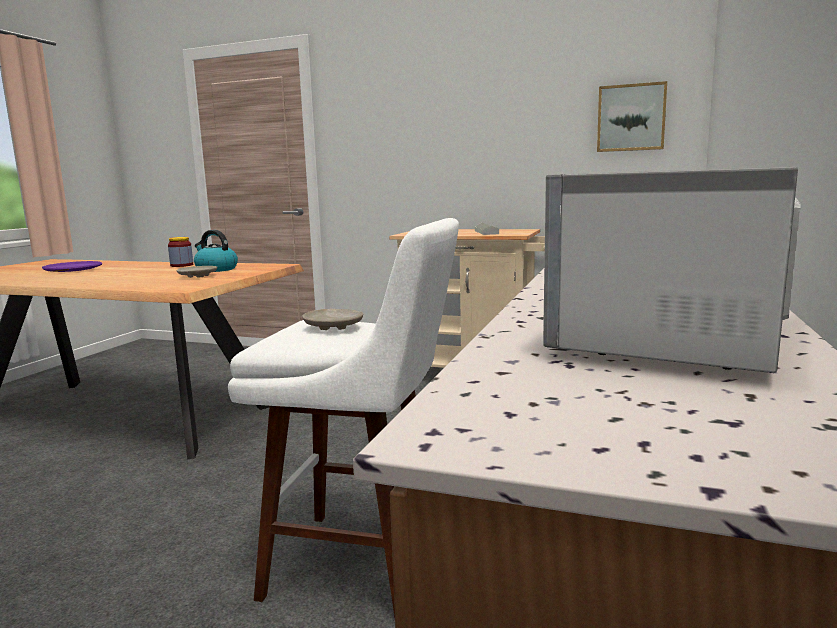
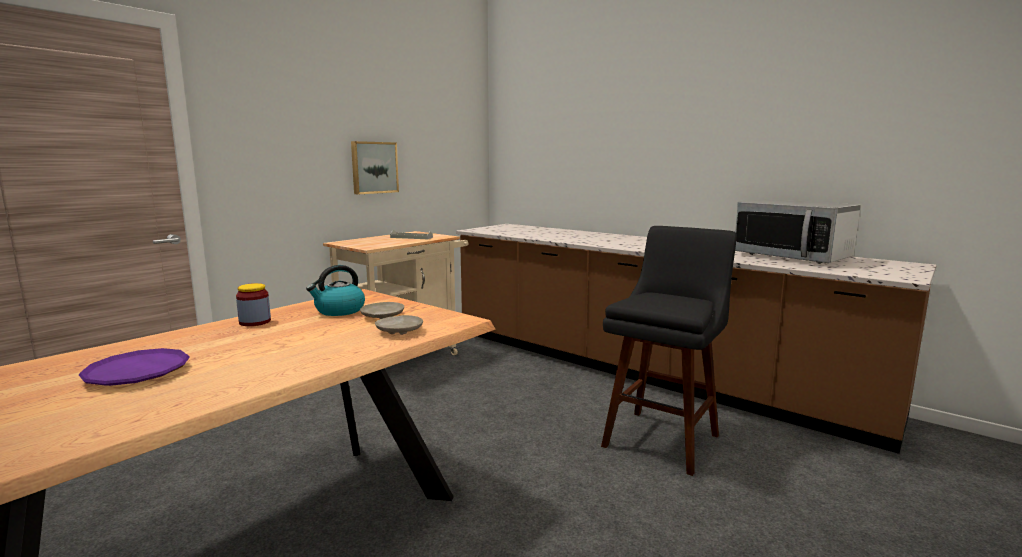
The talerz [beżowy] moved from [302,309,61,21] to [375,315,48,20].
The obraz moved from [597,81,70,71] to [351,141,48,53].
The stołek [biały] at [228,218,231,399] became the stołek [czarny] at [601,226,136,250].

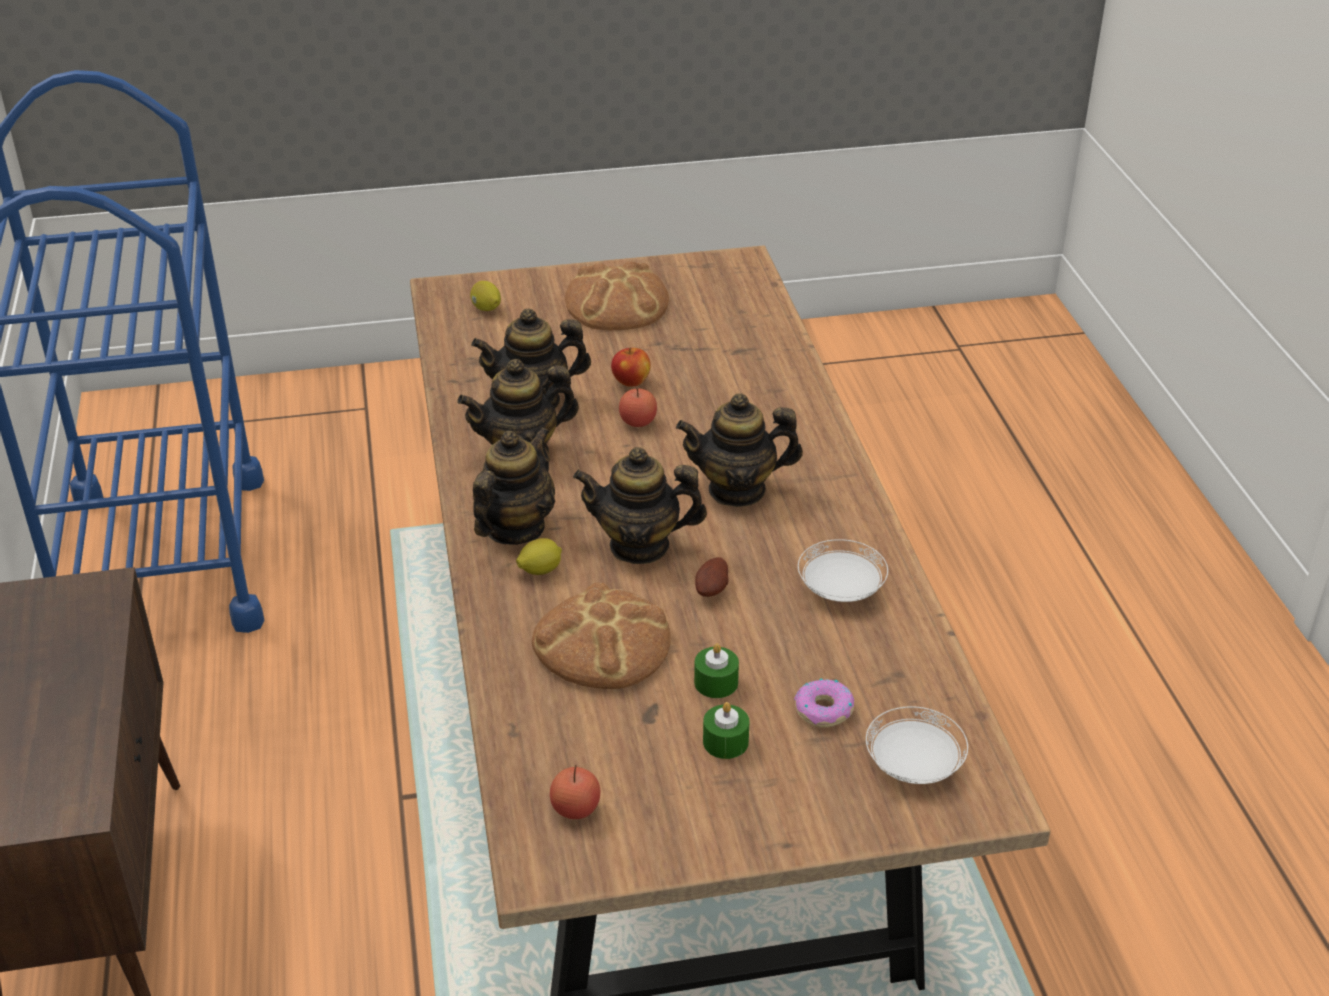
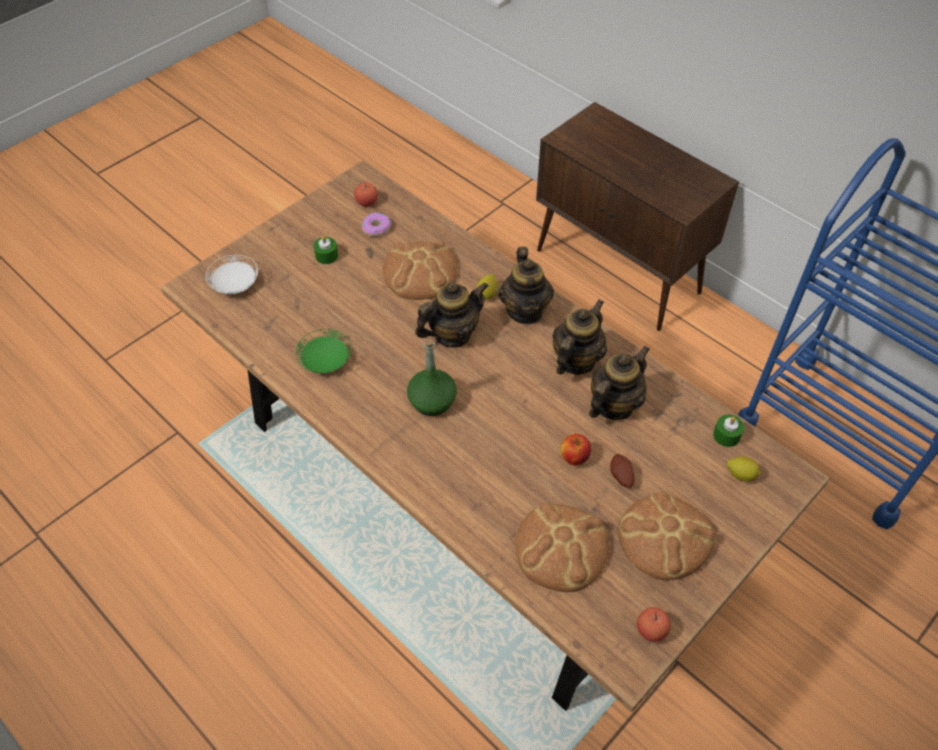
The chleb at [515,502,95,90] appeared.
The jabłko moved from [619,388,38,39] to [637,607,34,35].
The świeca [zielony] moved from [694,643,45,55] to [713,415,31,32].
The ziemniak moved from [695,557,34,40] to [610,454,25,34].
The donut moved from [794,678,60,50] to [362,213,29,24].
The imbryk at [676,393,127,114] was replaced by the butelka [zielony] at [407,339,50,77].
The talerz [biały] at [798,539,90,63] became the talerz [zielony] at [296,329,55,44].

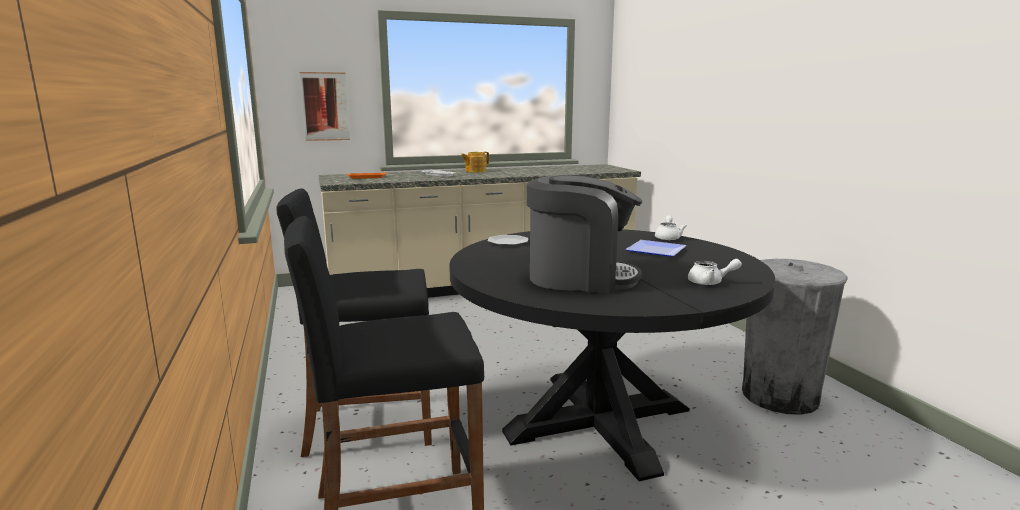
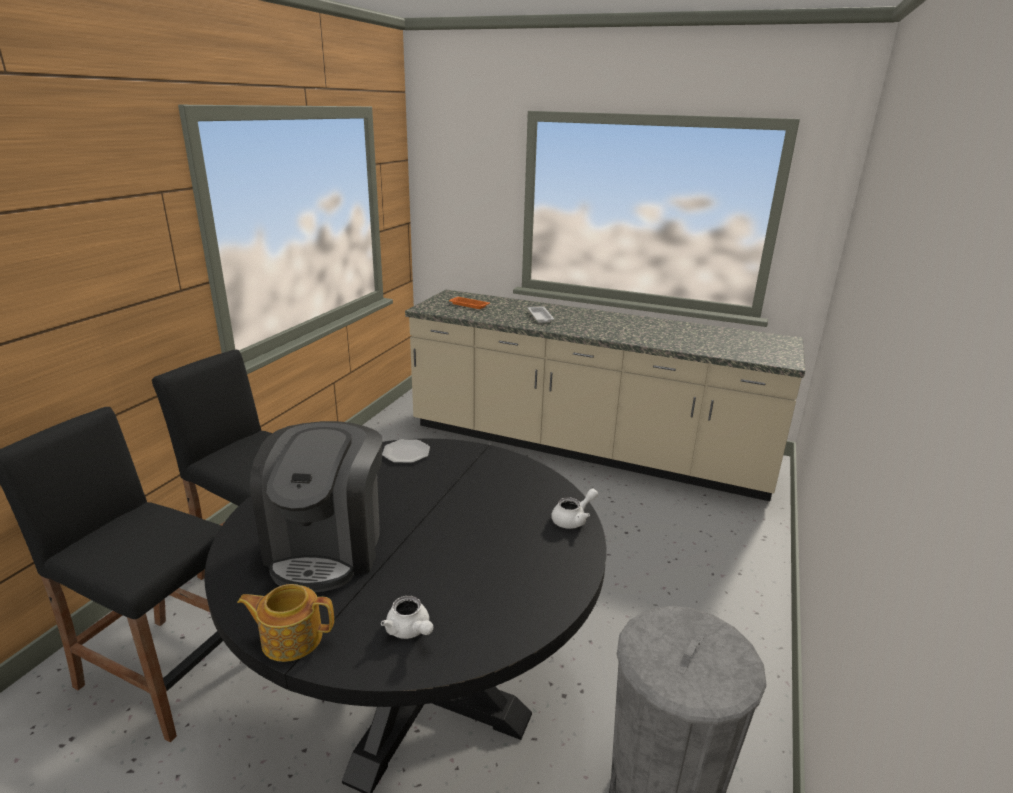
The obraz at [300,72,50,69] disappeared.
The talerz at [625,240,62,17] disappeared.
The imbryk moved from [461,152,28,20] to [237,584,97,78].
The ekspres do kawy at [527,175,115,118] turned 45 degrees clockwise.

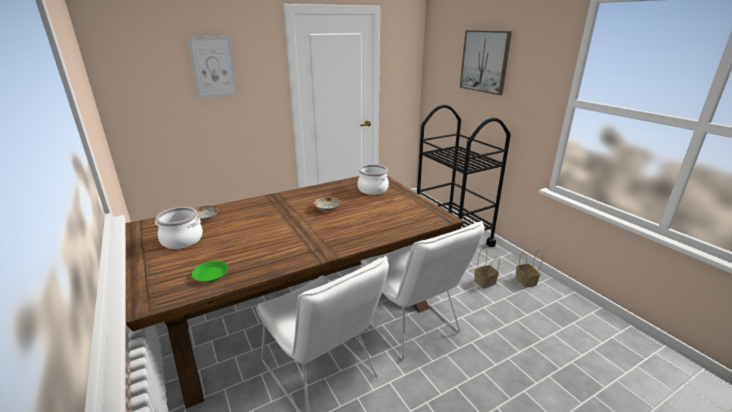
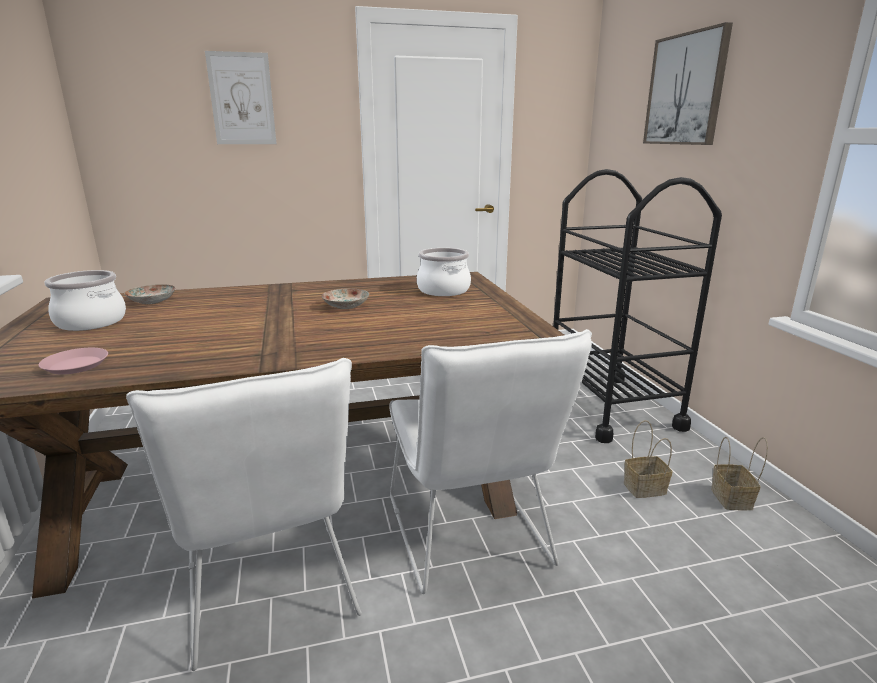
The talerz [zielony] at [192,261,36,21] became the talerz [różowy] at [39,348,69,27].

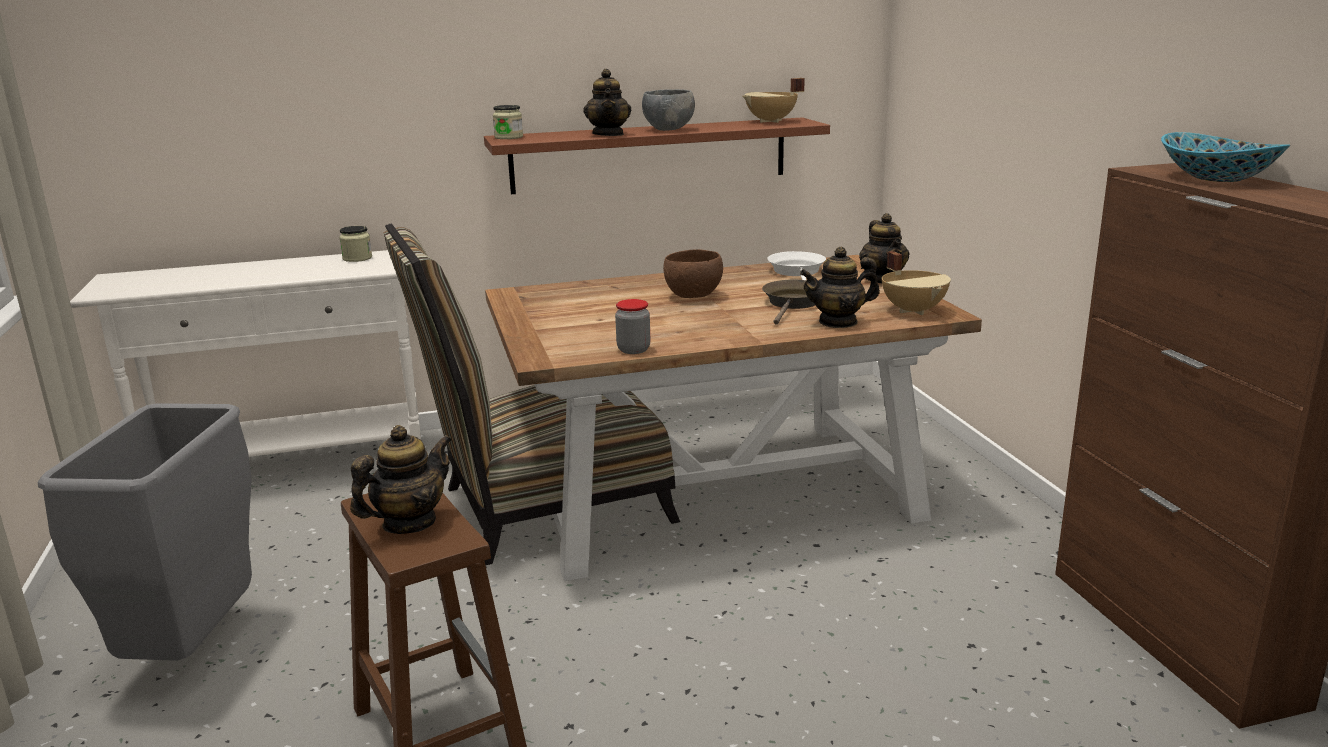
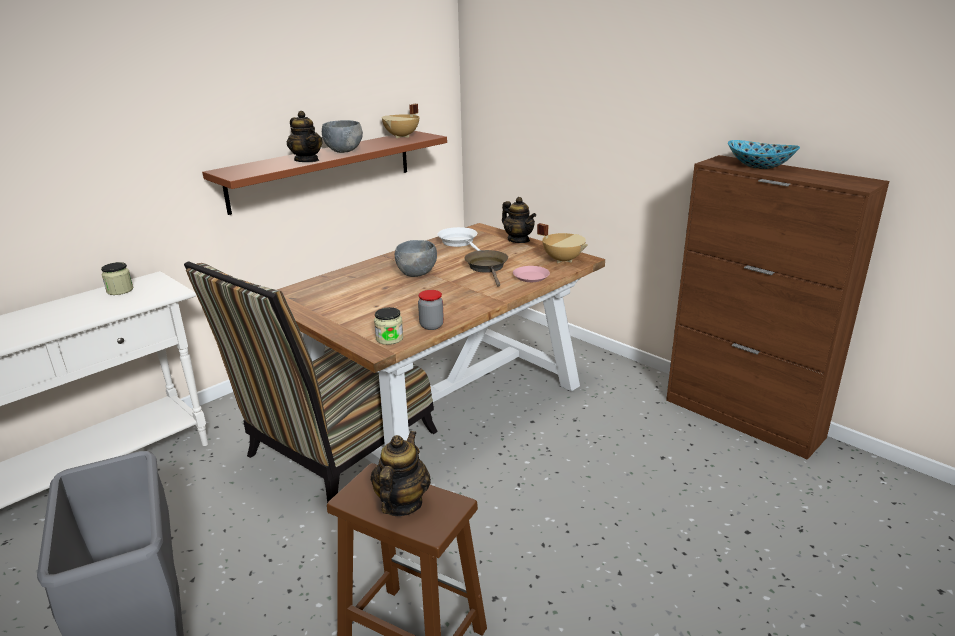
The słoik moved from [493,105,30,34] to [374,307,29,38].
The imbryk at [800,247,80,81] was replaced by the talerz [różowy] at [513,266,37,16].
The miska [brązowy] at [663,249,60,49] became the miska [szary] at [395,240,42,37].

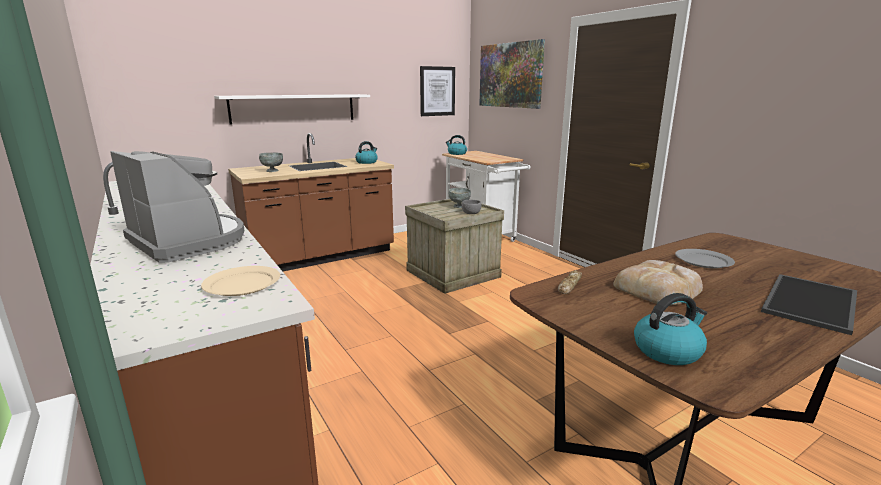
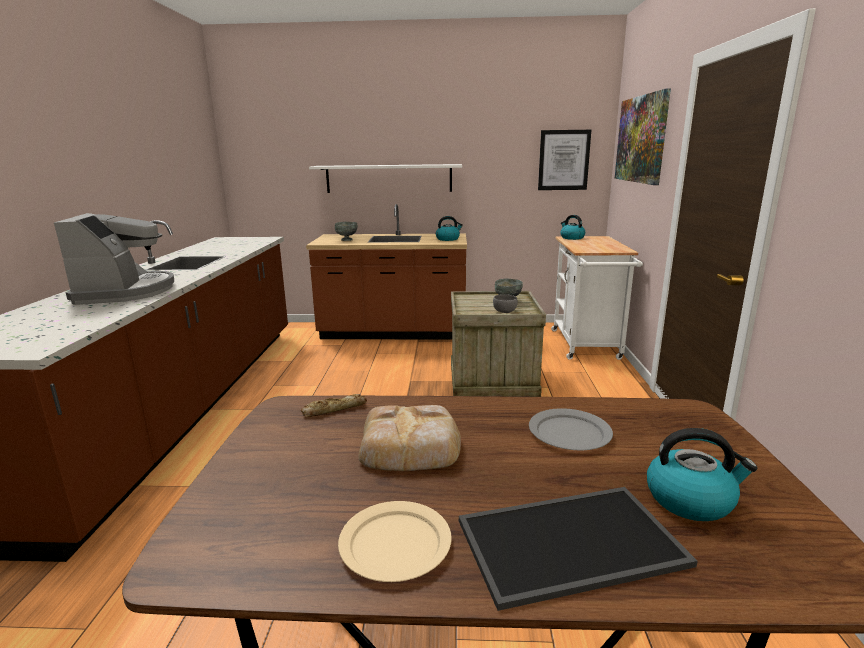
The talerz [beżowy] moved from [201,266,79,30] to [338,501,114,81].
The czajnik moved from [634,293,73,72] to [647,428,110,93].

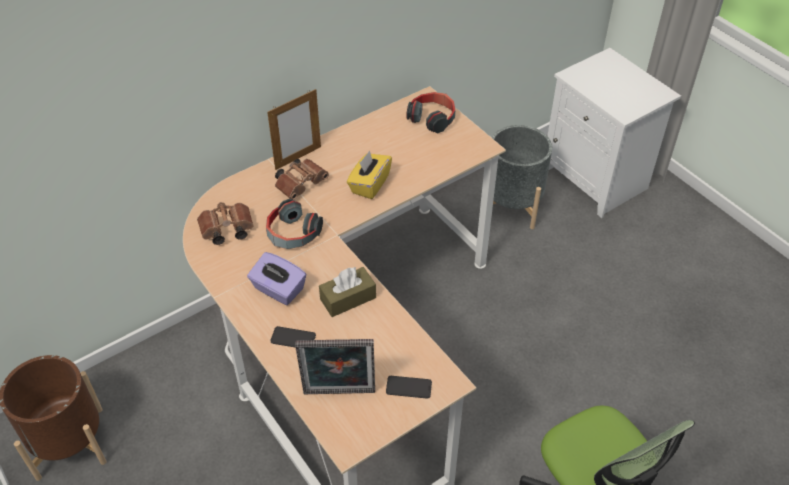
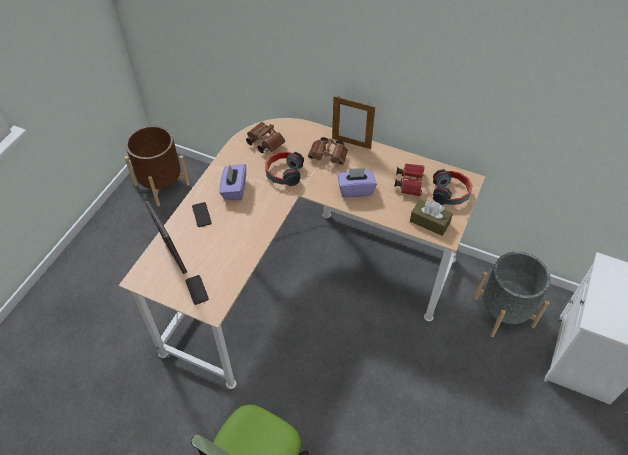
The lornetka [czerwony] at [394,163,32,33] appeared.
The pudełko chusteczek [brązowy] moved from [319,267,57,50] to [410,199,43,37].
The pudełko chusteczek [żółty] at [347,150,45,49] became the pudełko chusteczek [fioletowy] at [338,168,39,30].

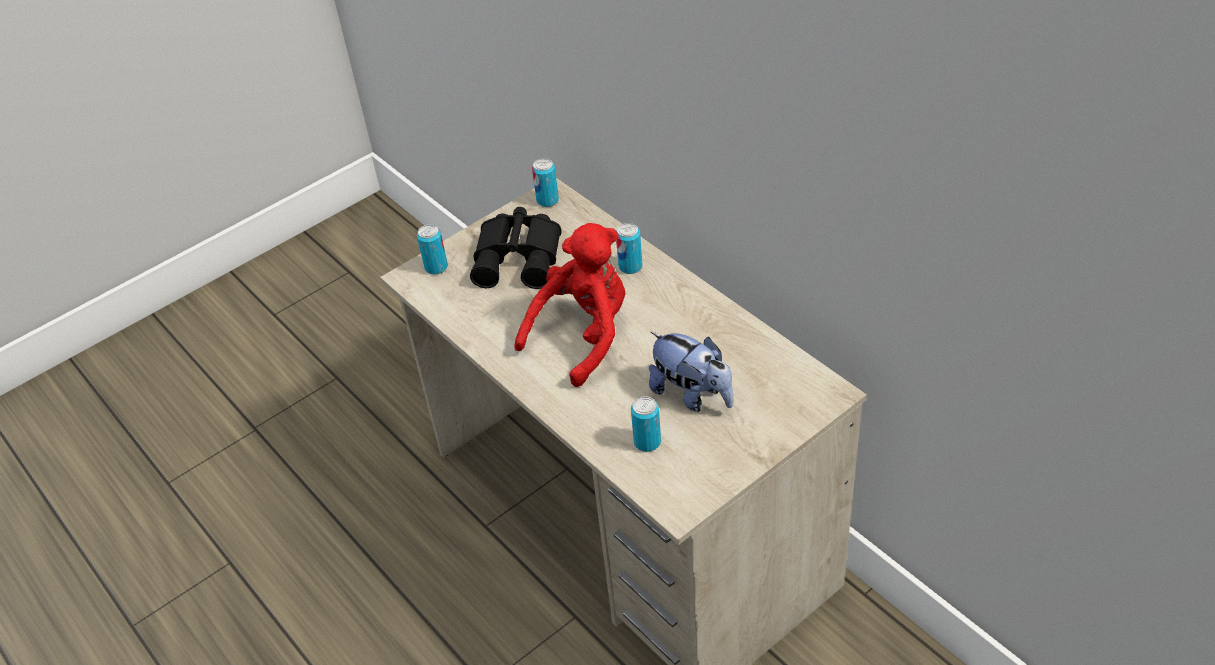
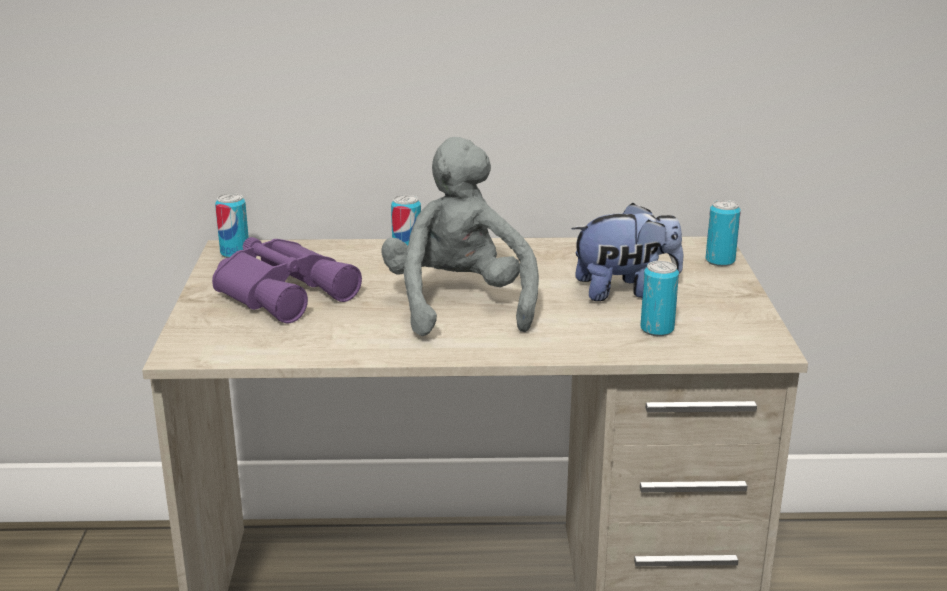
The puszka moved from [417,224,31,51] to [705,200,36,66].
The lornetka [czarny] at [470,207,91,82] became the lornetka [fioletowy] at [212,237,150,87].
The pluszak [czerwony] at [514,223,111,164] became the pluszak [szary] at [381,137,158,199].

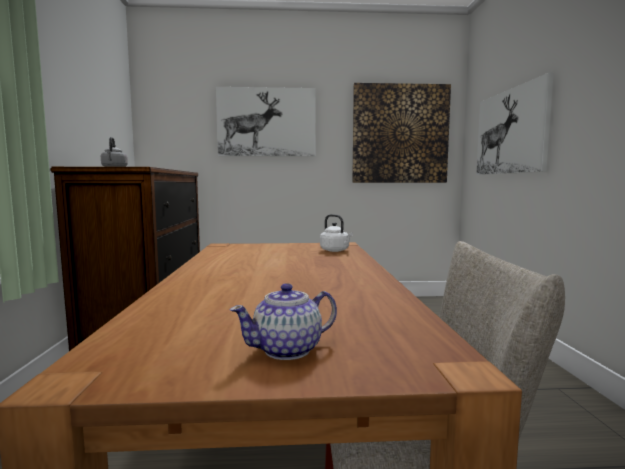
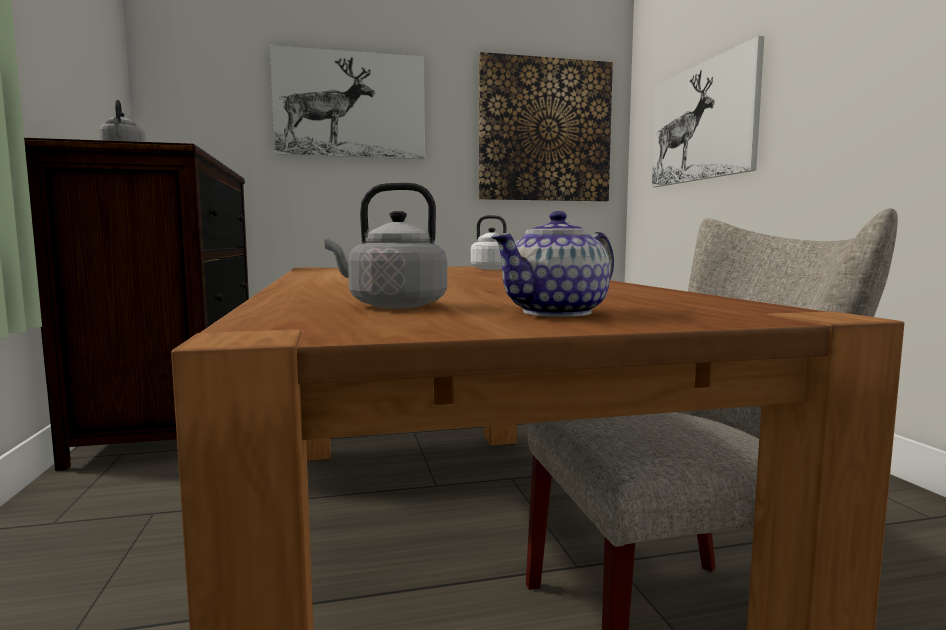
The czajnik [szary] at [325,183,122,126] appeared.

